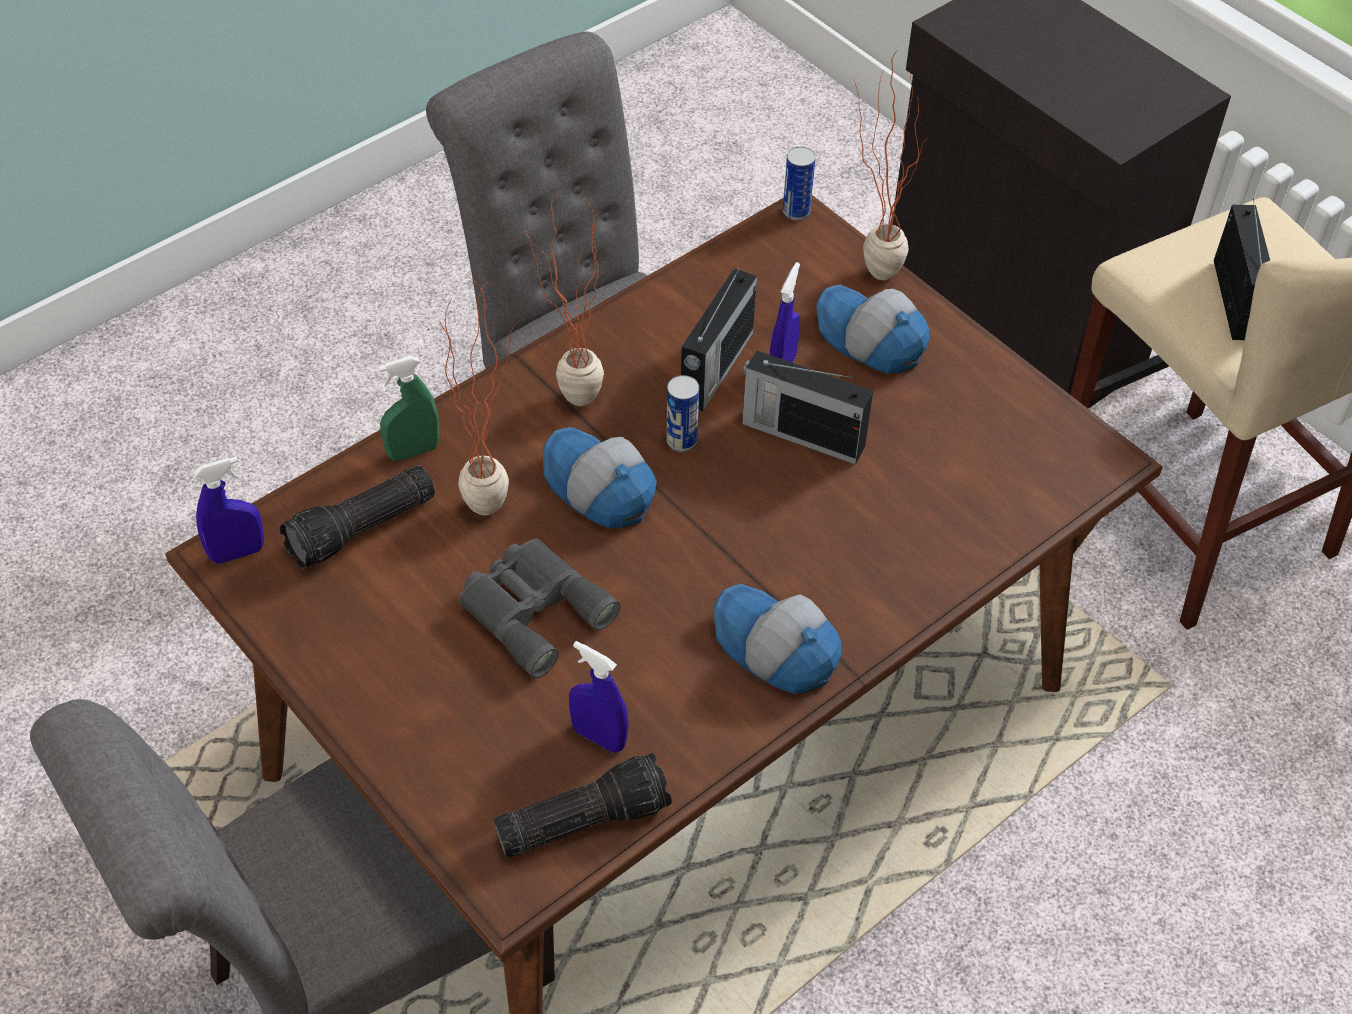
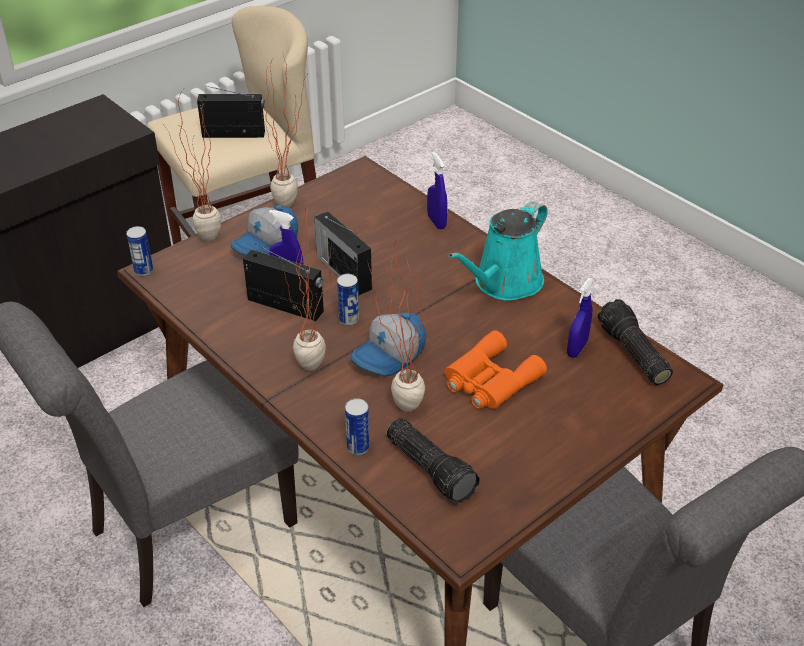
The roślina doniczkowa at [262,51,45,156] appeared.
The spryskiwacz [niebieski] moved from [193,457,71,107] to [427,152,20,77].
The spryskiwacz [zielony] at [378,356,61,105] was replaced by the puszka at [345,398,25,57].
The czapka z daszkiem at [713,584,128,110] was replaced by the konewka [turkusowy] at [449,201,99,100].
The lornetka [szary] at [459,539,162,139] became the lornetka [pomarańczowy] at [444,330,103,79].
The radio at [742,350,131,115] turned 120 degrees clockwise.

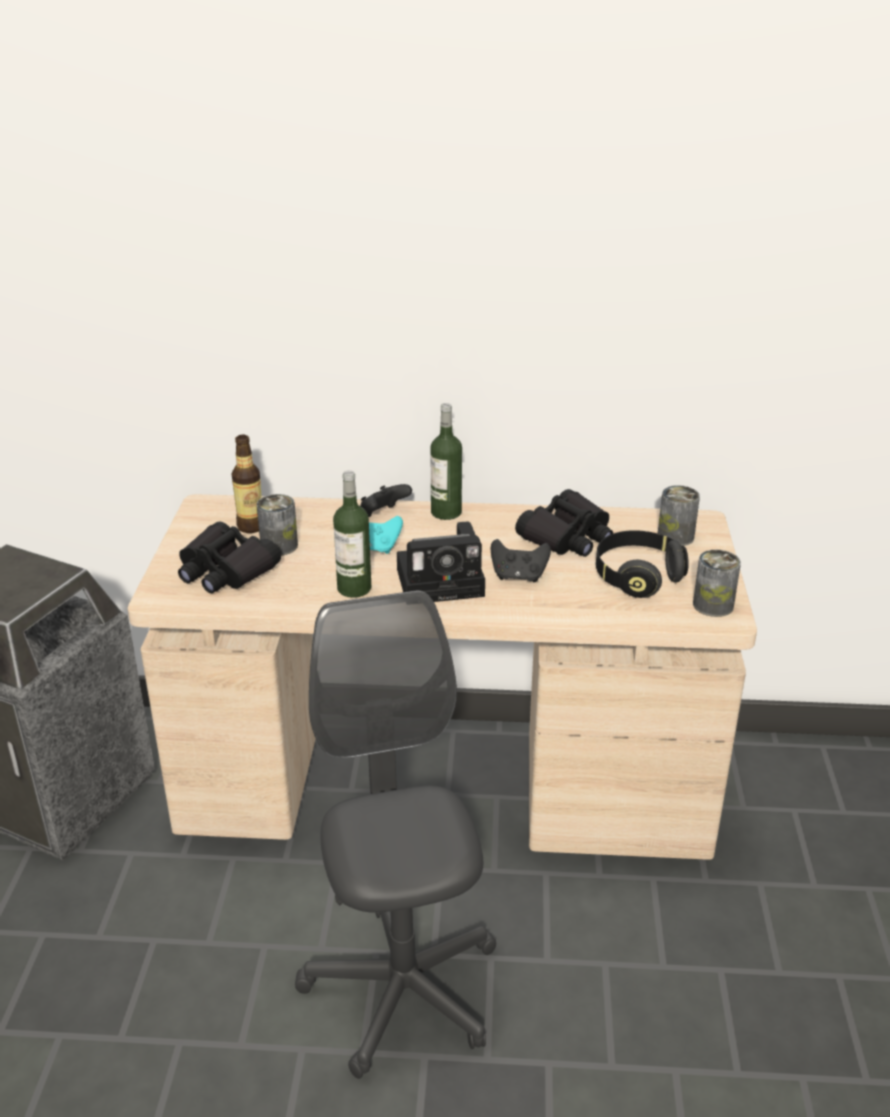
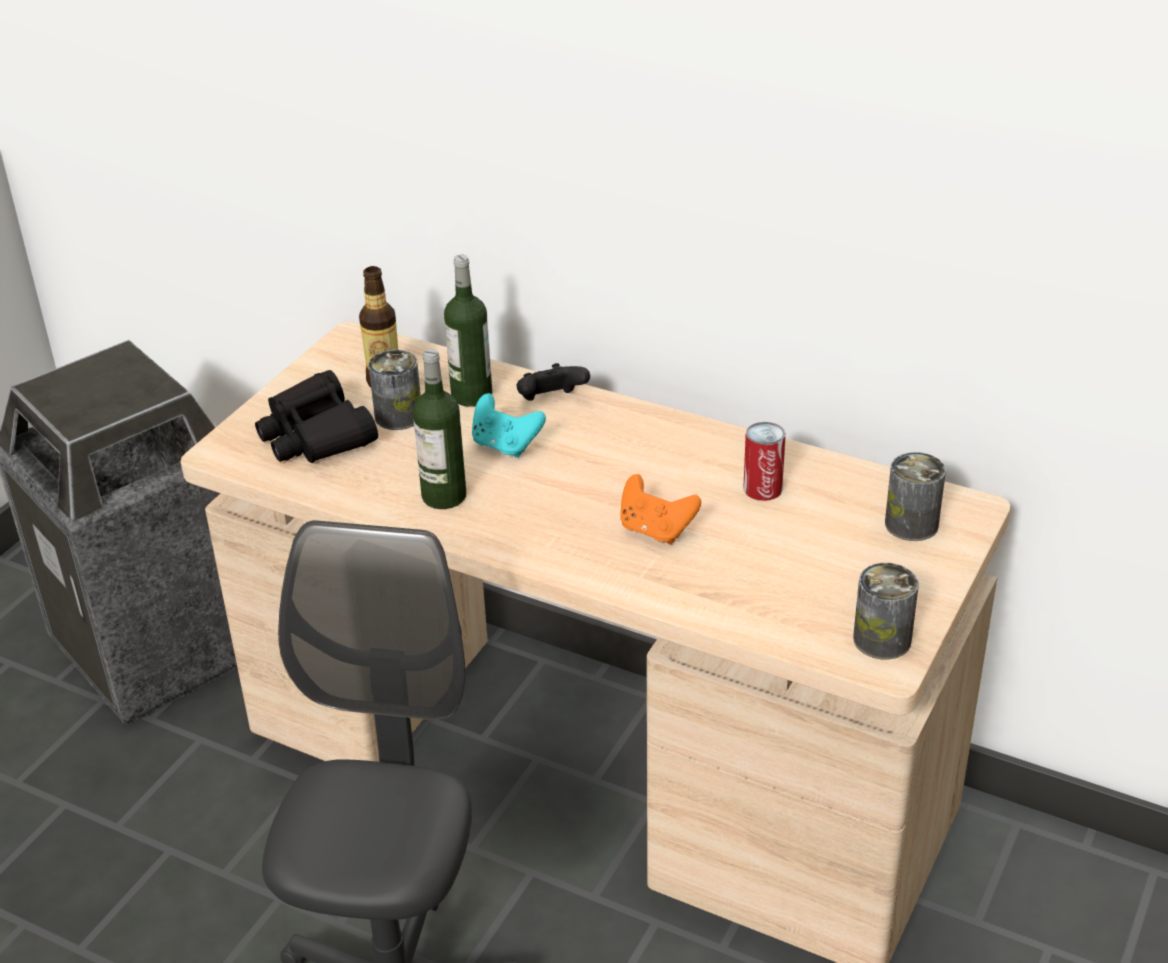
The aparat fotograficzny at [397,521,88,81] disappeared.
The słuchawki [czarny] at [596,530,93,68] disappeared.
The butelka moved from [430,403,32,117] to [444,255,48,152].
The lornetka [czarny] at [515,489,98,68] was replaced by the puszka at [743,422,43,79].
The pad do gier [czarny] at [491,539,60,43] became the pad do gier [pomarańczowy] at [620,474,81,70].

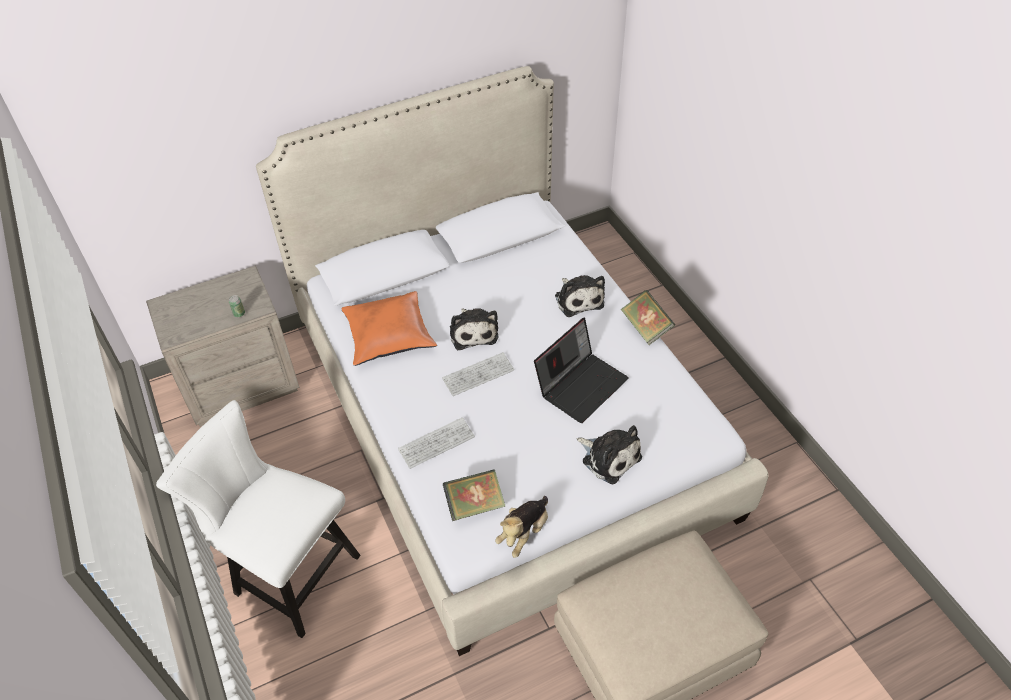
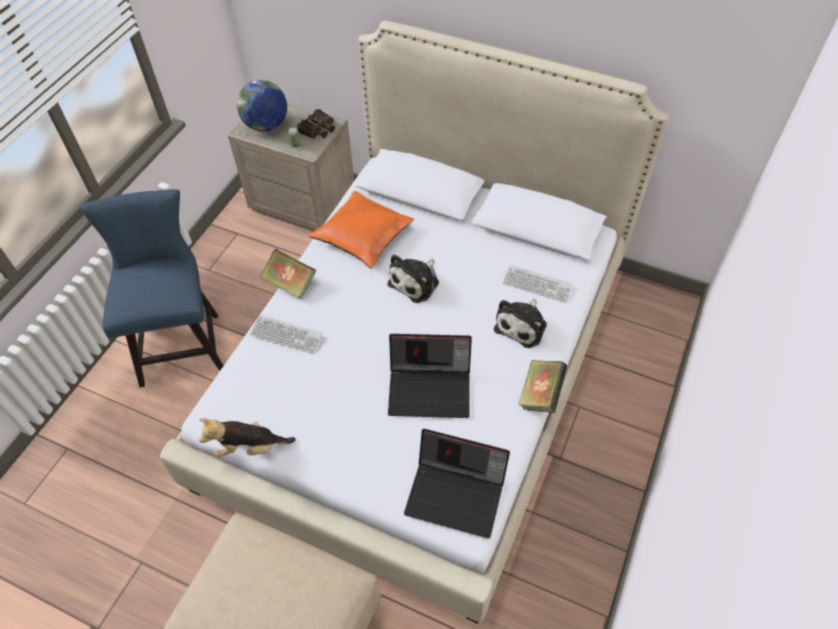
The pluszak at [577,425,65,59] disappeared.
The globus at [237,80,50,52] appeared.
The lornetka at [296,109,39,30] appeared.
The laptop at [404,429,106,110] appeared.
The klawiatura moved from [442,352,72,44] to [503,265,70,38].
The książka moved from [443,469,62,52] to [260,249,56,50].
The krzesło [biały] at [156,400,204,238] became the krzesło [niebieski] at [80,189,144,199].

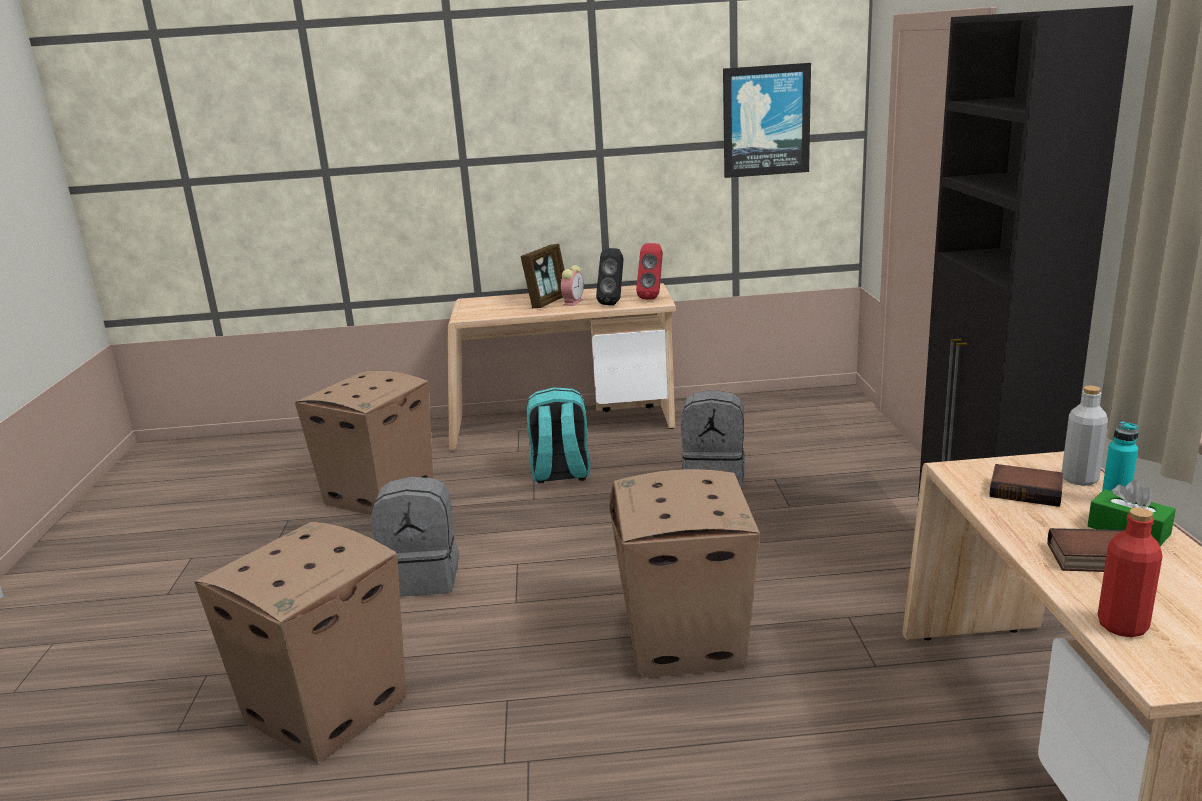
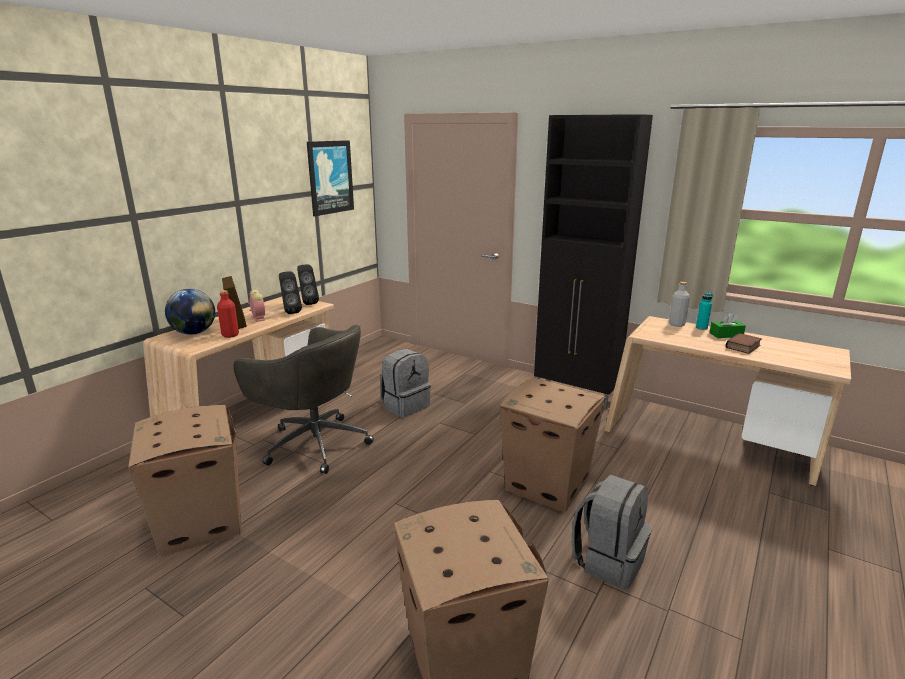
The książka at [990,464,73,43] disappeared.
The globus at [165,289,50,46] appeared.
The plecak [szary] moved from [371,476,87,121] to [572,475,80,114].
The butelka [czerwony] moved from [1098,507,65,130] to [217,290,22,48].
The plecak [turkusowy] at [526,387,65,97] was replaced by the krzesło biurowe [szary] at [233,325,141,149].
The głośnik [czerwony] at [636,243,27,57] became the głośnik [czarny] at [297,264,22,41].

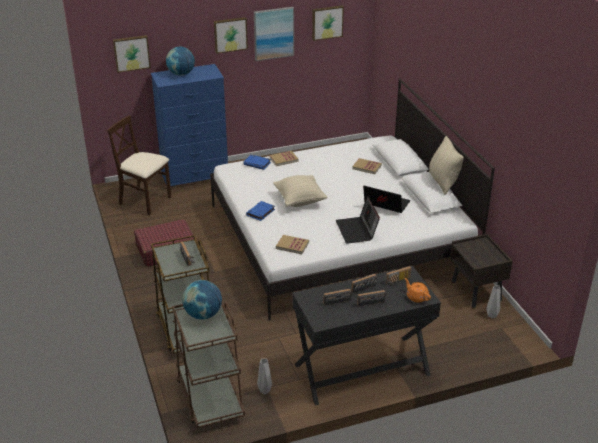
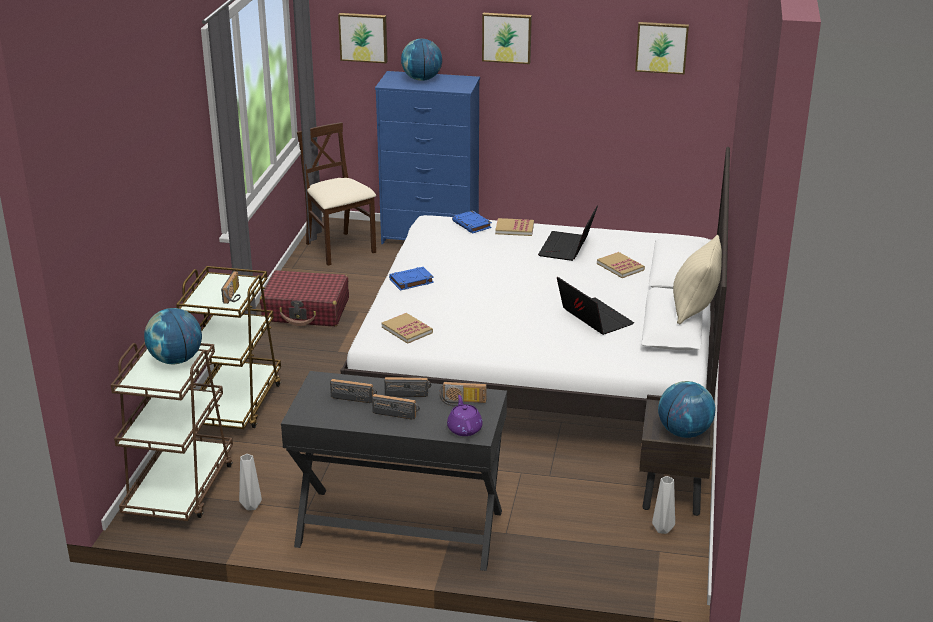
The obraz at [254,7,40,54] disappeared.
The poduszka [beżowy] at [273,175,55,32] disappeared.
The globus at [658,381,57,57] appeared.
The laptop moved from [336,195,44,49] to [538,206,60,55].
The imbryk [pomarańczowy] at [404,278,27,25] became the imbryk [fioletowy] at [447,395,36,41].

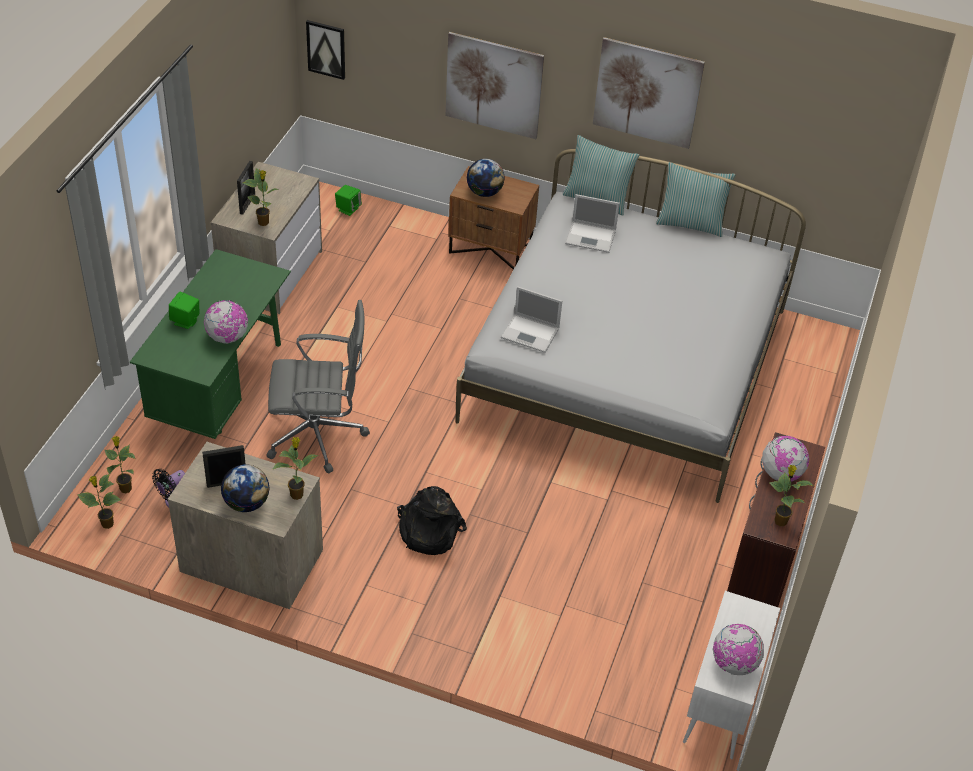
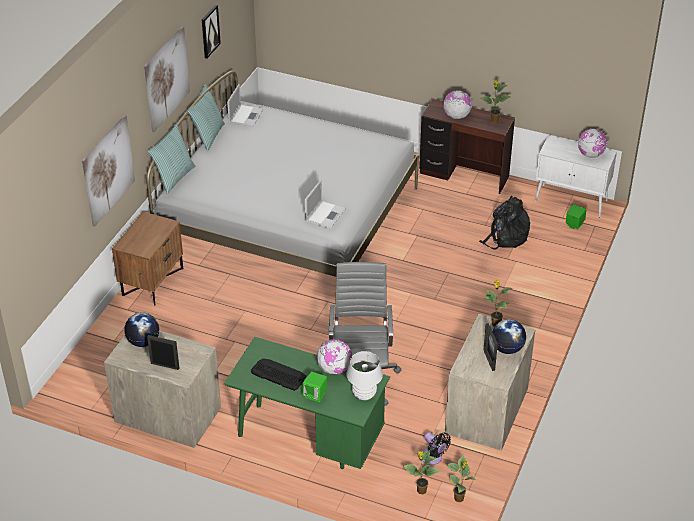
The roślina doniczkowa at [243,168,36,58] disappeared.
The klawiatura at [251,358,55,33] appeared.
The lampa stołowa [biały] at [346,351,37,49] appeared.
The obraz moved from [306,20,39,60] to [201,5,20,54].
The głośnik [zielony] moved from [335,185,27,31] to [566,204,20,25].
The plecak [czarny] moved from [397,486,70,69] to [479,195,51,55].
The globus moved from [467,159,38,38] to [124,312,35,35].
The laptop moved from [565,194,55,59] to [227,84,37,43].

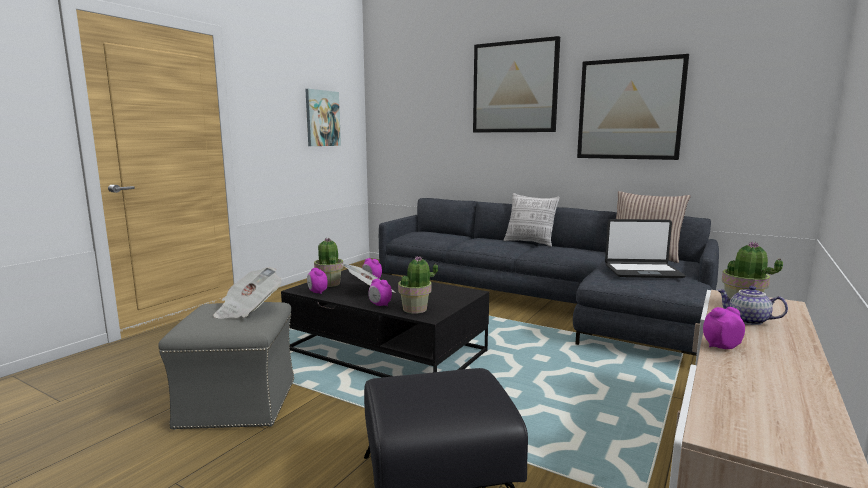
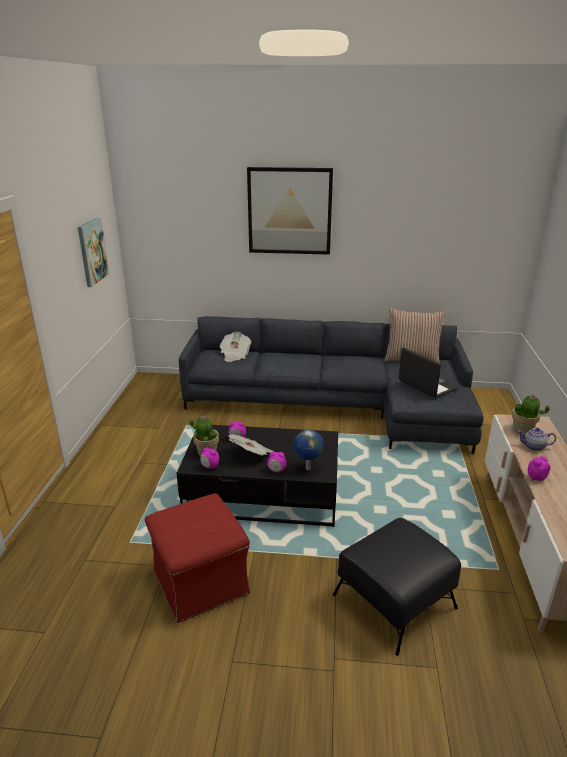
The poduszka at [504,193,56,54] disappeared.
The obraz at [577,54,112,106] disappeared.
The gazeta moved from [213,267,69,52] to [220,332,31,30].
The roślina doniczkowa at [398,255,40,59] was replaced by the globus at [294,430,30,40].
The pufa [szary] at [158,302,136,128] became the pufa [czerwony] at [145,493,105,130].
The laptop at [605,219,81,59] turned 105 degrees counterclockwise.

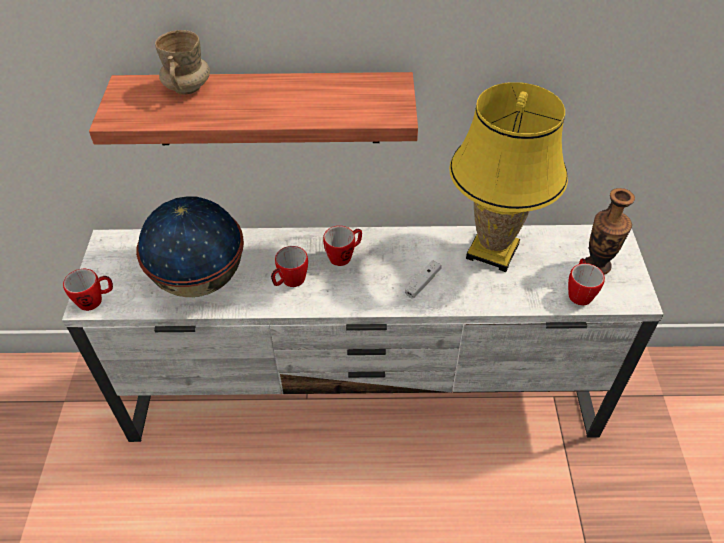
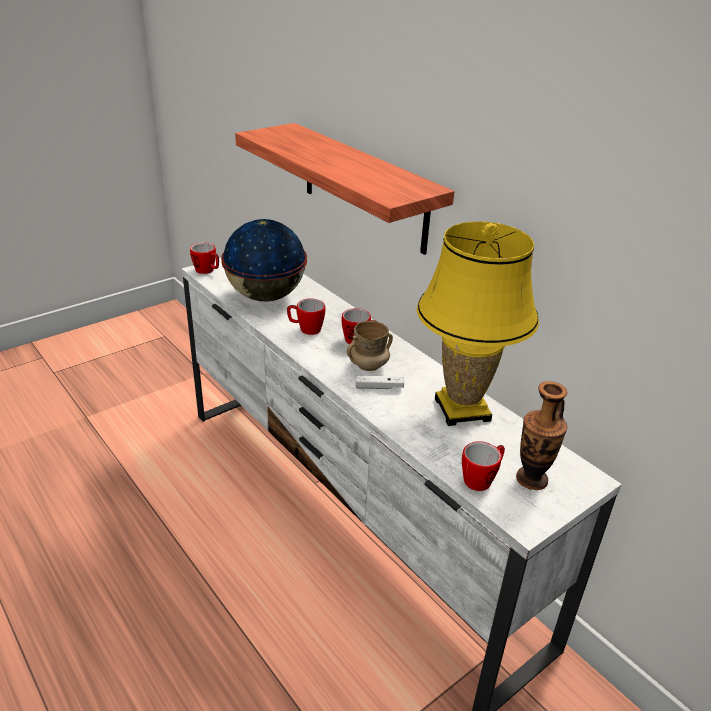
The kubek [beżowy] moved from [155,30,55,65] to [347,321,46,50].

